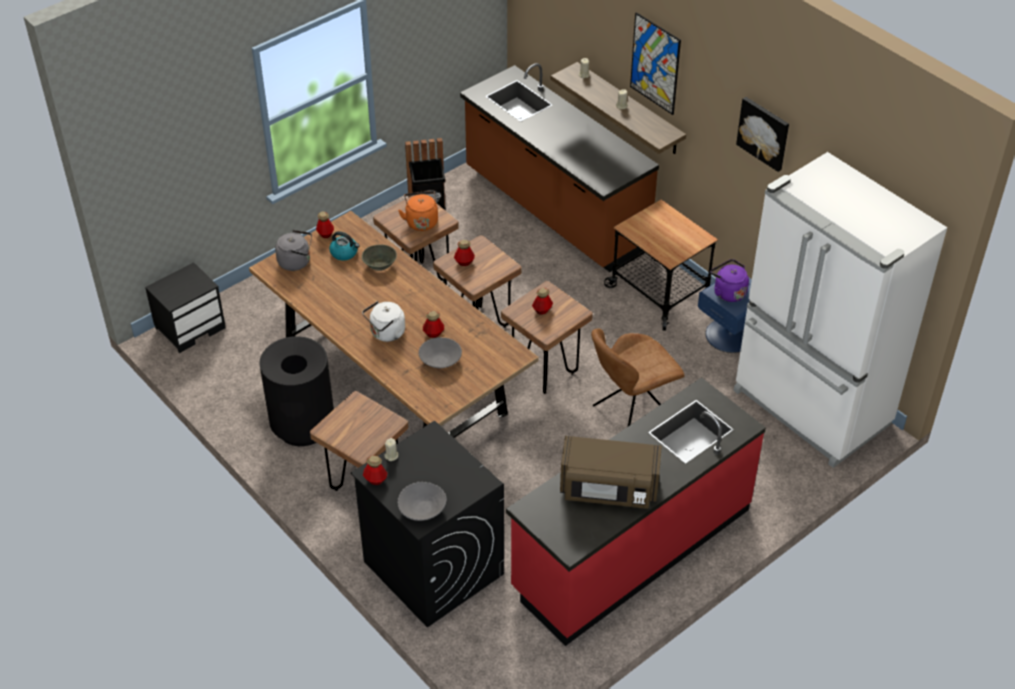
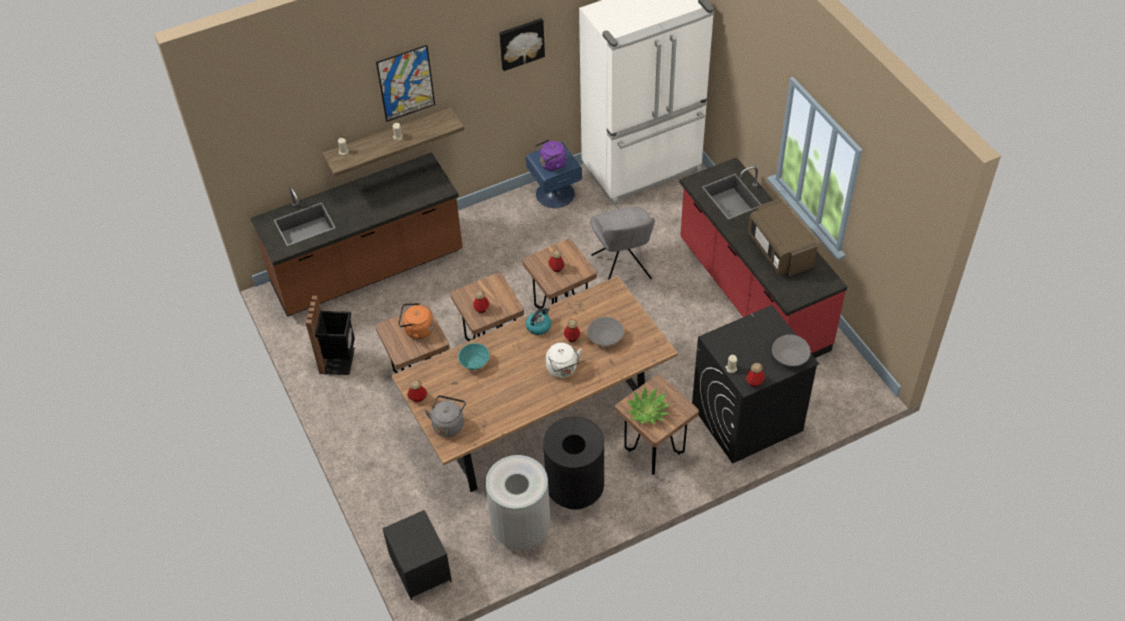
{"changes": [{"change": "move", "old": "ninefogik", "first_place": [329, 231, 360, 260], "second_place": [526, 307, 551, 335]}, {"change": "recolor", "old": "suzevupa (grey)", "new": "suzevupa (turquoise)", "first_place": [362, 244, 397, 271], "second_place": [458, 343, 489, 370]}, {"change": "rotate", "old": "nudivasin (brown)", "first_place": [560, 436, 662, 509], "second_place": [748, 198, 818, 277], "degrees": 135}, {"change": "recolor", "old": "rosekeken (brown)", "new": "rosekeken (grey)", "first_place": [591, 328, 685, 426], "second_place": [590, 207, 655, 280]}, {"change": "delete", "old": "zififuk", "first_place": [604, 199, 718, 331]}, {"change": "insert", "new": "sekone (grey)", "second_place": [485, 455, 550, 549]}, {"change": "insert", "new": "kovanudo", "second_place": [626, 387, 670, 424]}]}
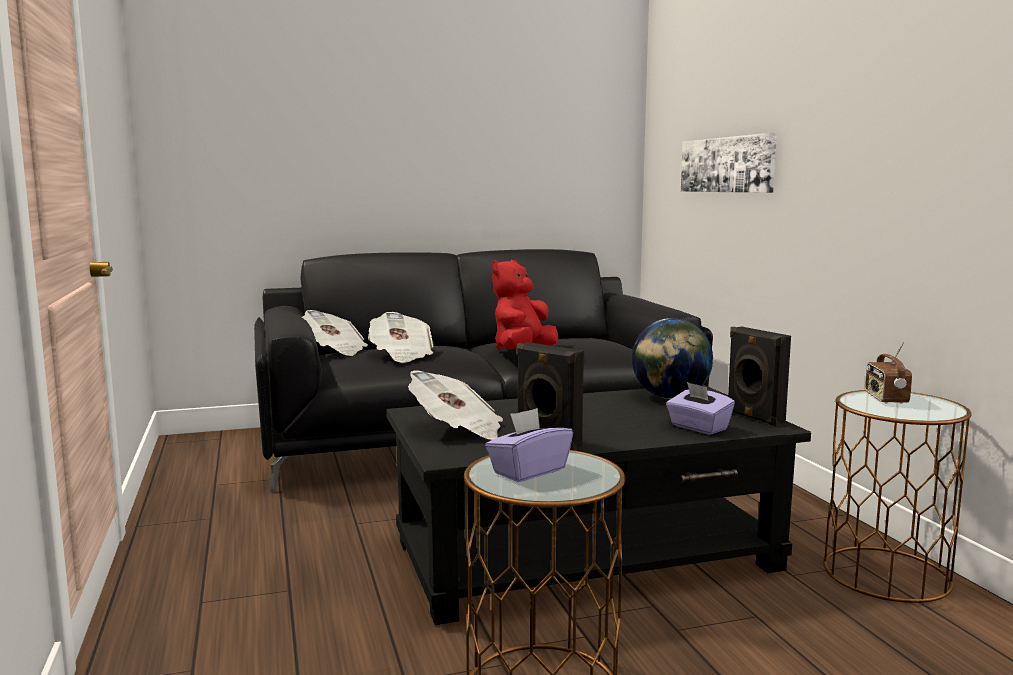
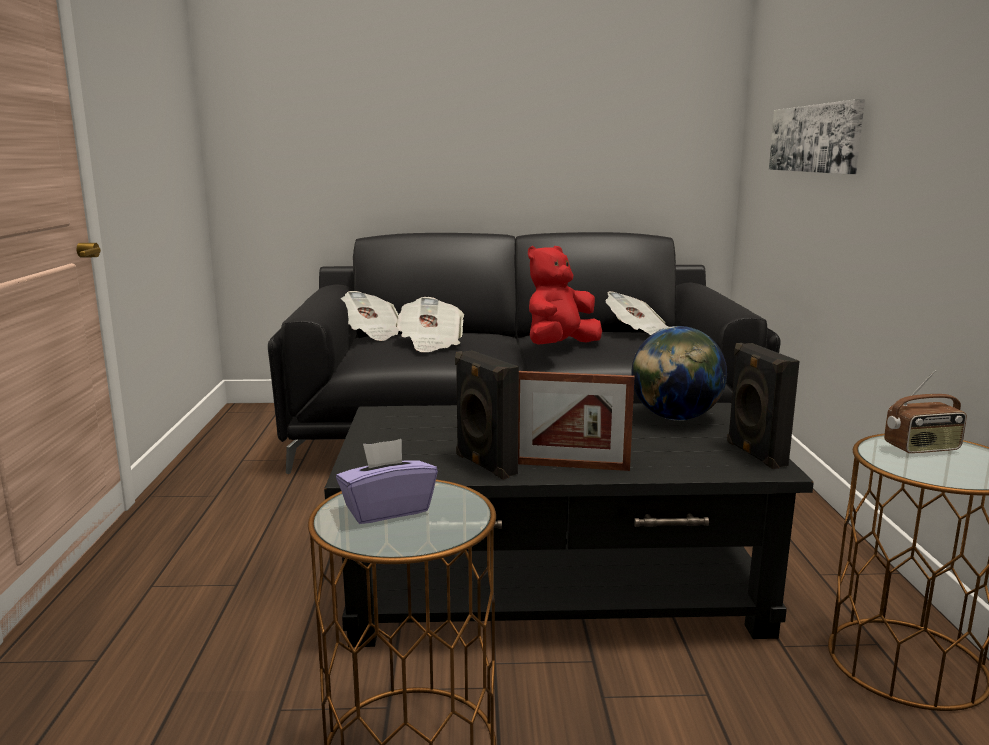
{"changes": [{"change": "move", "old": "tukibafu", "first_place": [408, 370, 503, 440], "second_place": [605, 291, 669, 335]}, {"change": "delete", "old": "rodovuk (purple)", "first_place": [666, 382, 735, 435]}, {"change": "rotate", "old": "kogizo", "first_place": [865, 341, 912, 404], "second_place": [884, 370, 967, 453], "degrees": -120}, {"change": "insert", "new": "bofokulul", "second_place": [518, 371, 634, 471]}]}
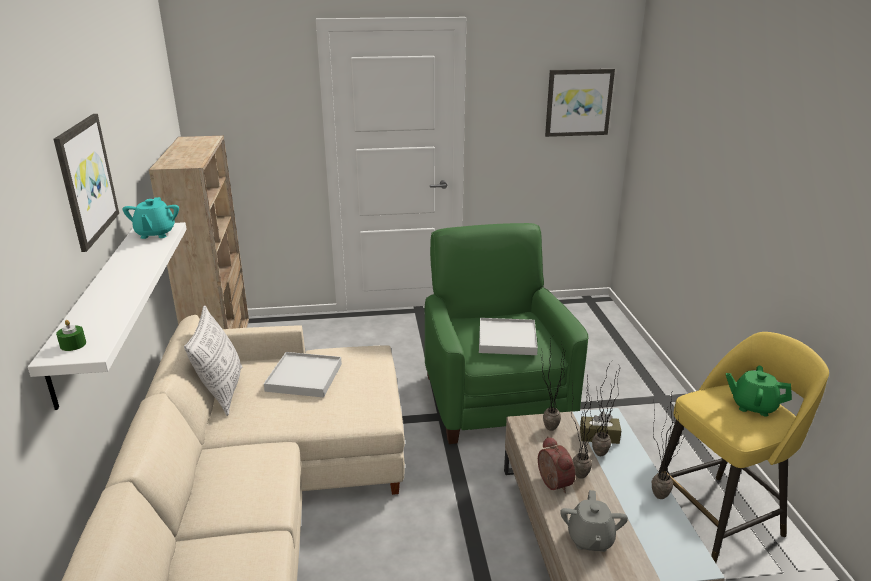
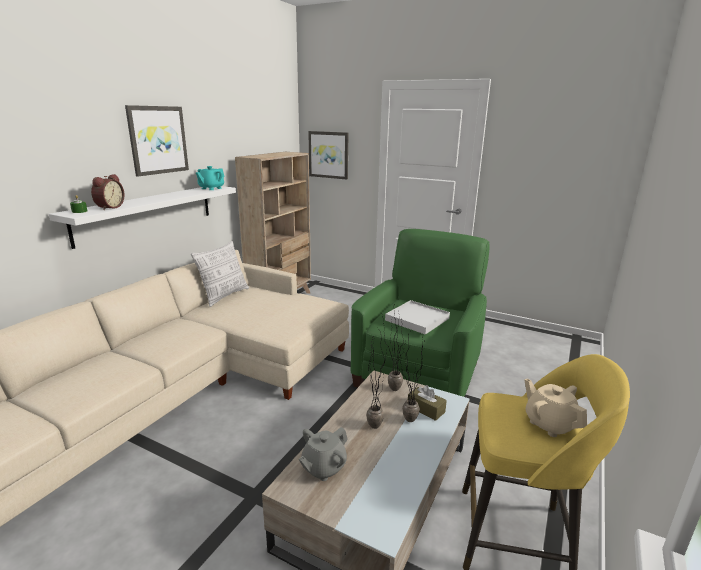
{"changes": [{"change": "delete", "old": "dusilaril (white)", "first_place": [264, 352, 342, 397]}, {"change": "move", "old": "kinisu", "first_place": [538, 436, 575, 493], "second_place": [91, 174, 124, 210]}, {"change": "move", "old": "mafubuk", "first_place": [545, 69, 615, 137], "second_place": [308, 131, 348, 180]}, {"change": "delete", "old": "kovanudo", "first_place": [652, 393, 683, 499]}, {"change": "recolor", "old": "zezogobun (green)", "new": "zezogobun (beige)", "first_place": [726, 366, 792, 417], "second_place": [524, 379, 587, 437]}]}
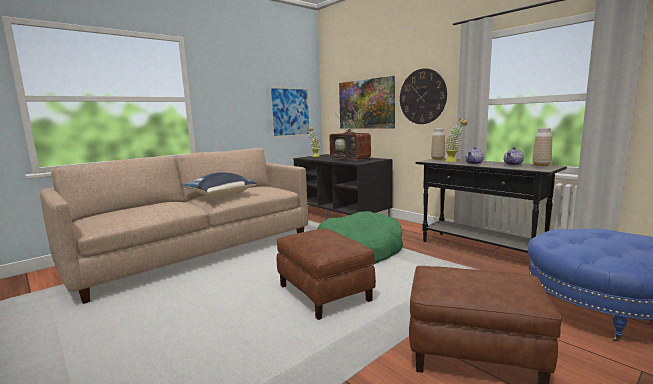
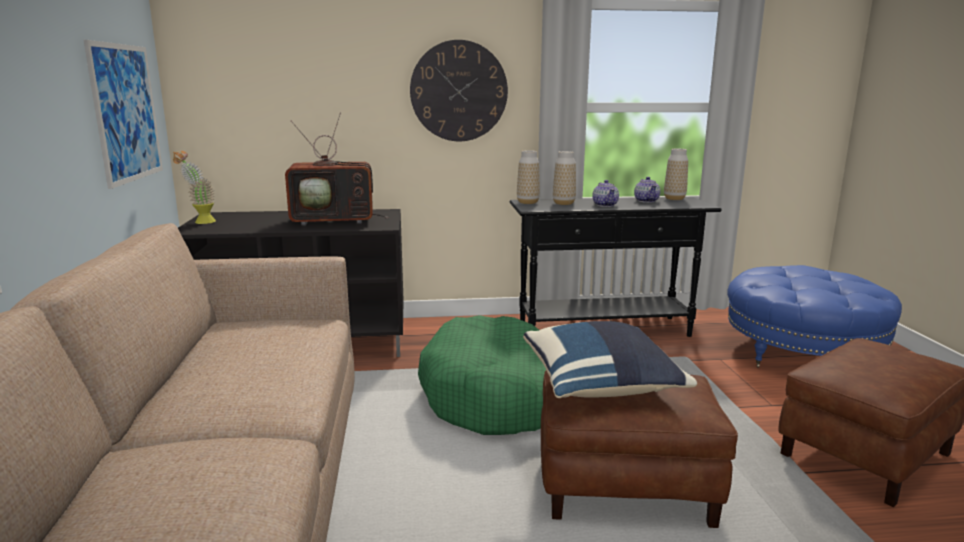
{"changes": [{"change": "move", "old": "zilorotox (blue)", "first_place": [183, 172, 257, 197], "second_place": [523, 321, 697, 398]}, {"change": "delete", "old": "mafubuk", "first_place": [339, 76, 395, 129]}, {"change": "replace", "old": "kovanudo", "new": "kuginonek", "first_place": [445, 118, 468, 162], "second_place": [553, 151, 576, 205]}]}
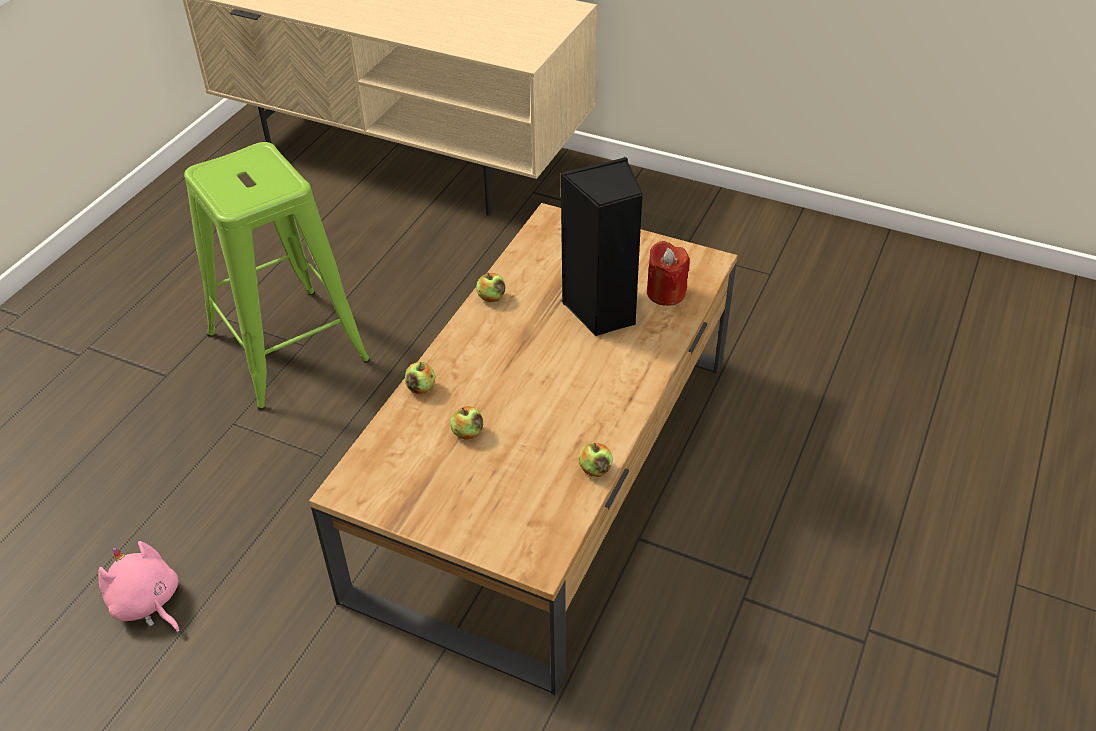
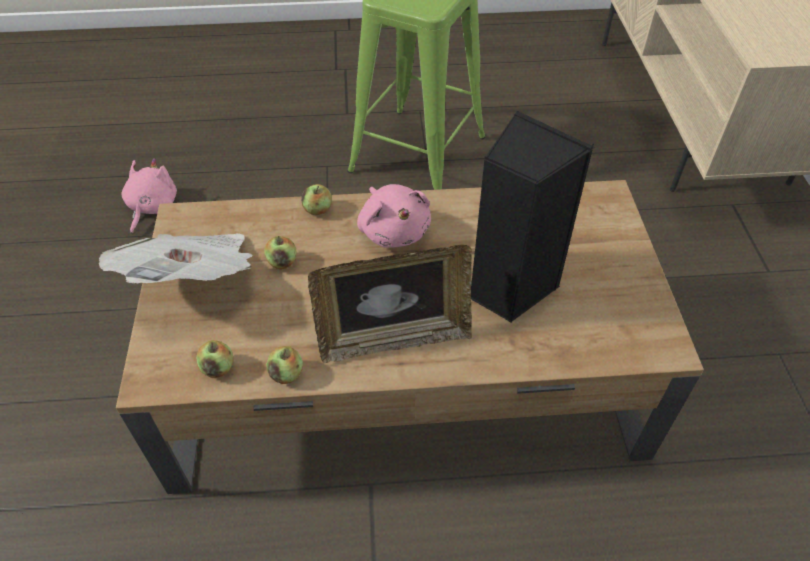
{"changes": [{"change": "move", "old": "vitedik", "first_place": [476, 273, 506, 302], "second_place": [196, 340, 233, 378]}, {"change": "delete", "old": "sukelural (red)", "first_place": [647, 241, 690, 306]}, {"change": "insert", "new": "tukibafu", "second_place": [99, 233, 253, 283]}, {"change": "insert", "new": "bofokulul", "second_place": [308, 245, 472, 363]}, {"change": "insert", "new": "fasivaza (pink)", "second_place": [357, 184, 431, 248]}]}
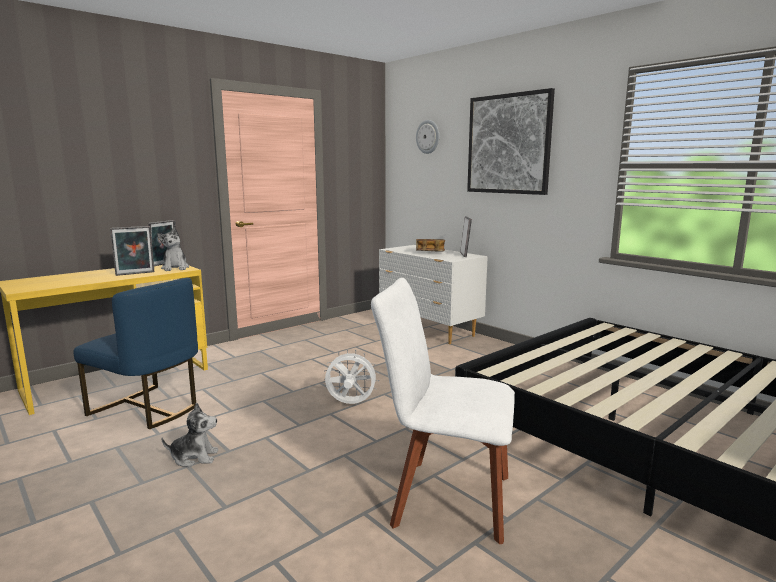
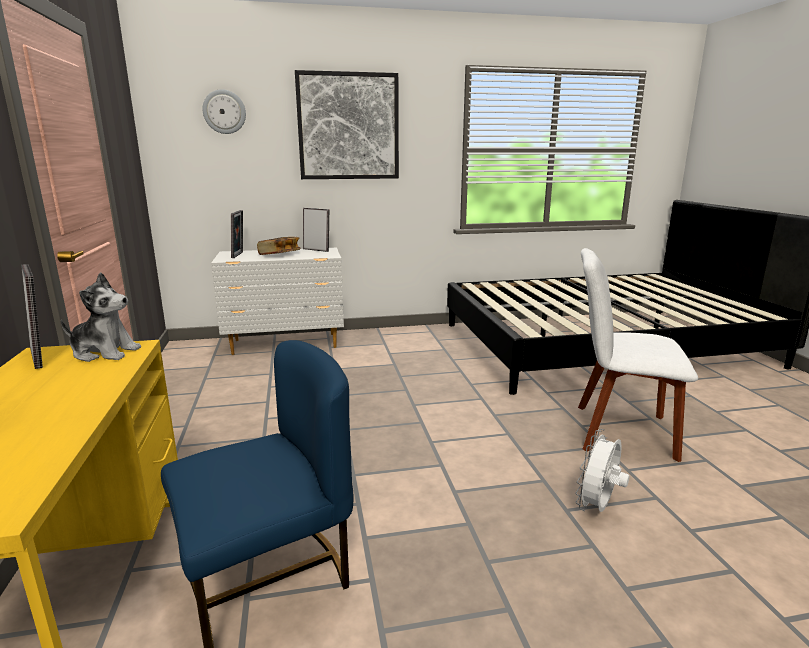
{"changes": [{"change": "move", "old": "bofokulul", "first_place": [110, 226, 154, 276], "second_place": [231, 210, 243, 258]}, {"change": "delete", "old": "fasivaza", "first_place": [161, 403, 218, 467]}, {"change": "move", "old": "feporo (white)", "first_place": [324, 350, 379, 404], "second_place": [575, 429, 629, 512]}, {"change": "rotate", "old": "rosekeken (white)", "first_place": [371, 278, 515, 544], "second_place": [578, 248, 698, 462], "degrees": 60}]}
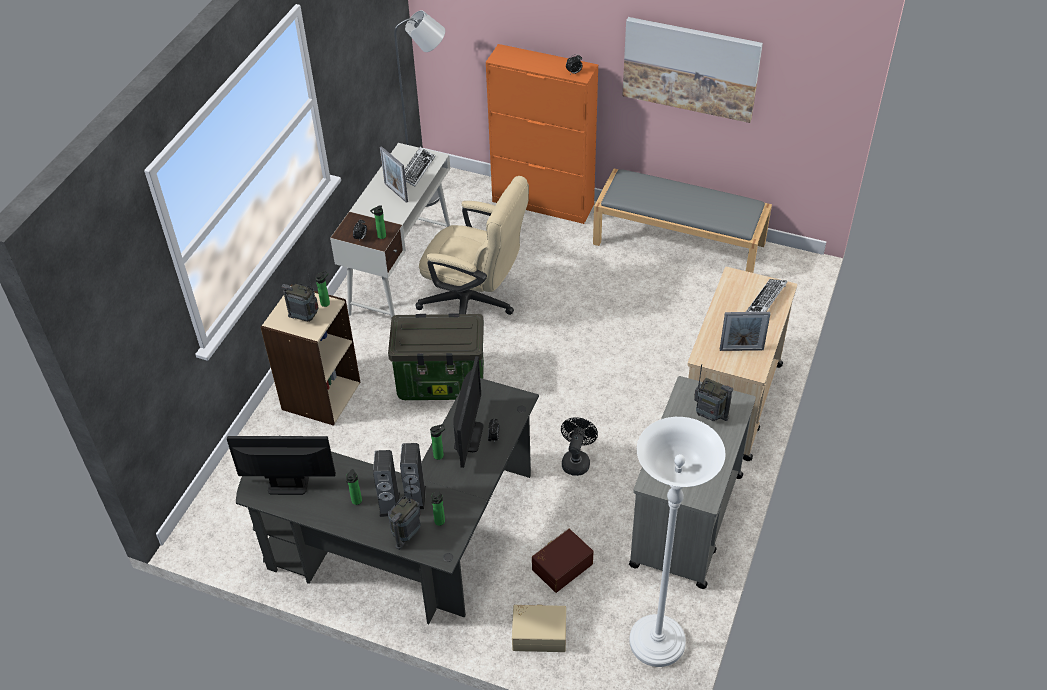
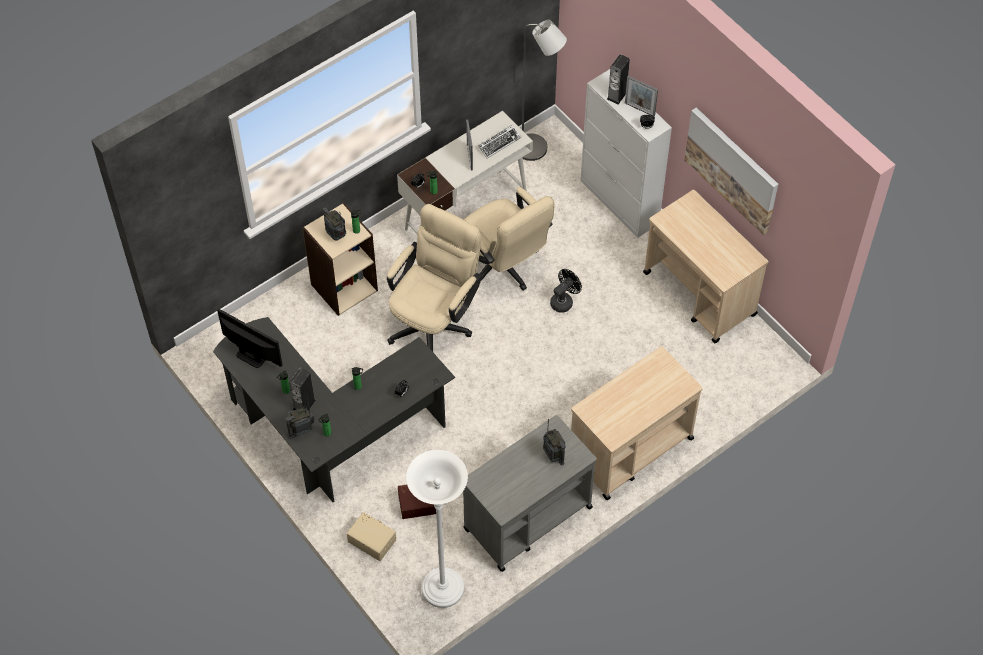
{"changes": [{"change": "replace", "old": "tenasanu", "new": "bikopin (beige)", "first_place": [388, 313, 484, 400], "second_place": [387, 204, 482, 352]}, {"change": "move", "old": "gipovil", "first_place": [400, 443, 426, 509], "second_place": [607, 54, 630, 105]}, {"change": "delete", "old": "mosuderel", "first_place": [453, 356, 484, 468]}, {"change": "recolor", "old": "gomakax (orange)", "new": "gomakax (white)", "first_place": [486, 44, 598, 224], "second_place": [580, 69, 672, 238]}, {"change": "move", "old": "feporo (black)", "first_place": [561, 417, 598, 476], "second_place": [550, 269, 582, 313]}, {"change": "replace", "old": "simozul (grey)", "new": "zififuk (beige)", "first_place": [593, 168, 772, 273], "second_place": [643, 190, 768, 343]}, {"change": "move", "old": "bofokulul", "first_place": [720, 312, 771, 351], "second_place": [625, 76, 658, 117]}, {"change": "delete", "old": "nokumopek", "first_place": [746, 279, 787, 312]}]}
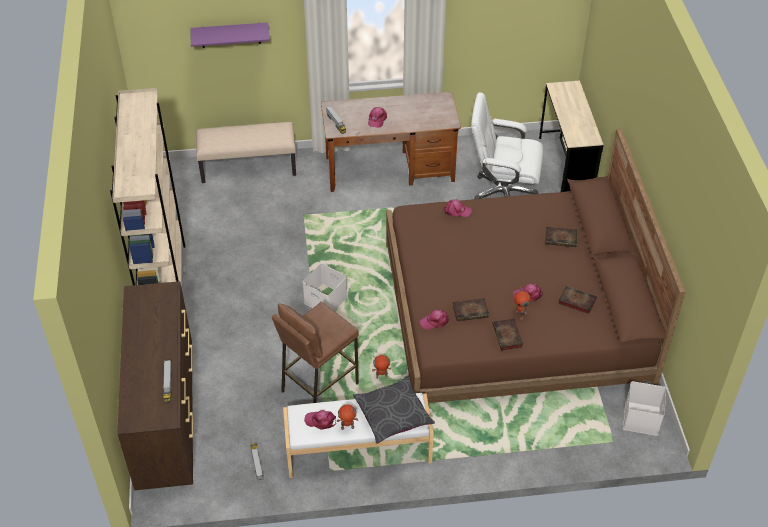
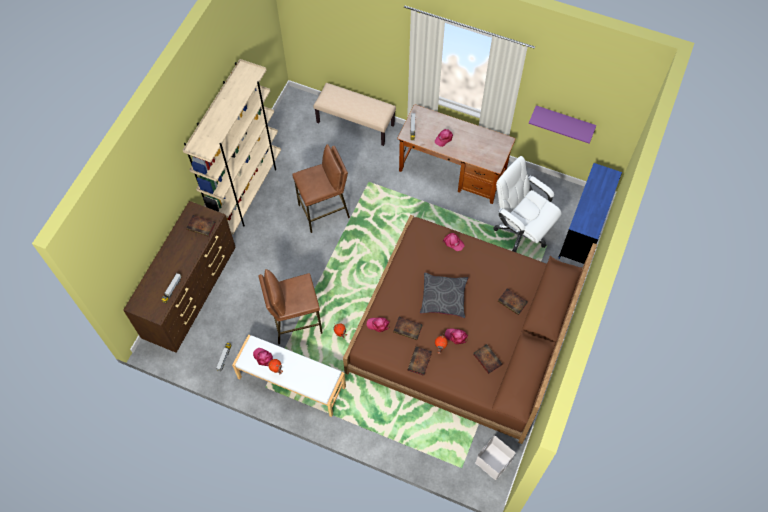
{"changes": [{"change": "move", "old": "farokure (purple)", "first_place": [191, 22, 270, 48], "second_place": [529, 106, 597, 144]}, {"change": "delete", "old": "tenasanu (white)", "first_place": [303, 263, 347, 311]}, {"change": "move", "old": "zilorotox (grey)", "first_place": [353, 376, 435, 443], "second_place": [420, 272, 468, 318]}, {"change": "recolor", "old": "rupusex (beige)", "new": "rupusex (blue)", "first_place": [539, 81, 604, 192], "second_place": [558, 163, 622, 264]}, {"change": "insert", "new": "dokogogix", "second_place": [186, 215, 216, 237]}, {"change": "insert", "new": "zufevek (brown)", "second_place": [292, 144, 350, 233]}]}
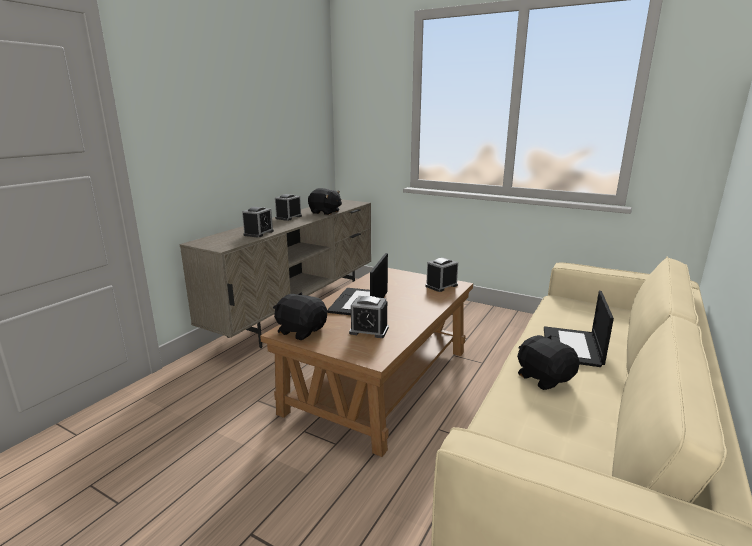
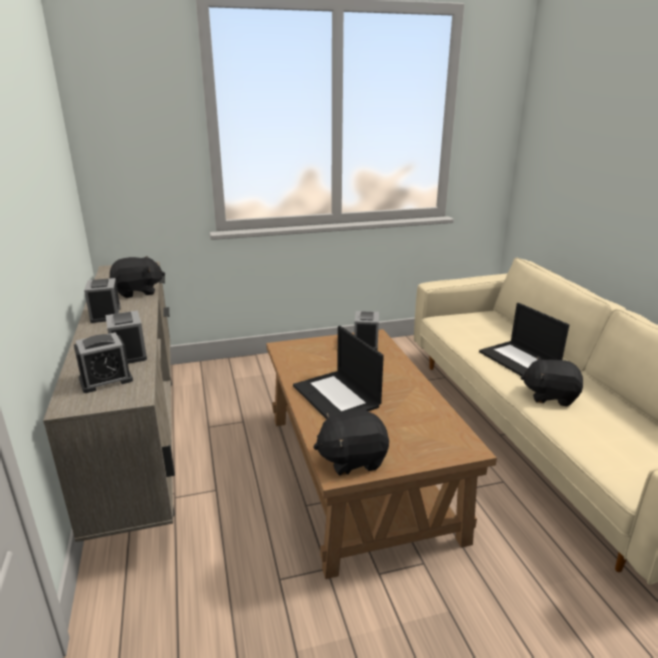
{"changes": [{"change": "move", "old": "kinisu", "first_place": [349, 296, 389, 338], "second_place": [74, 332, 133, 393]}]}
